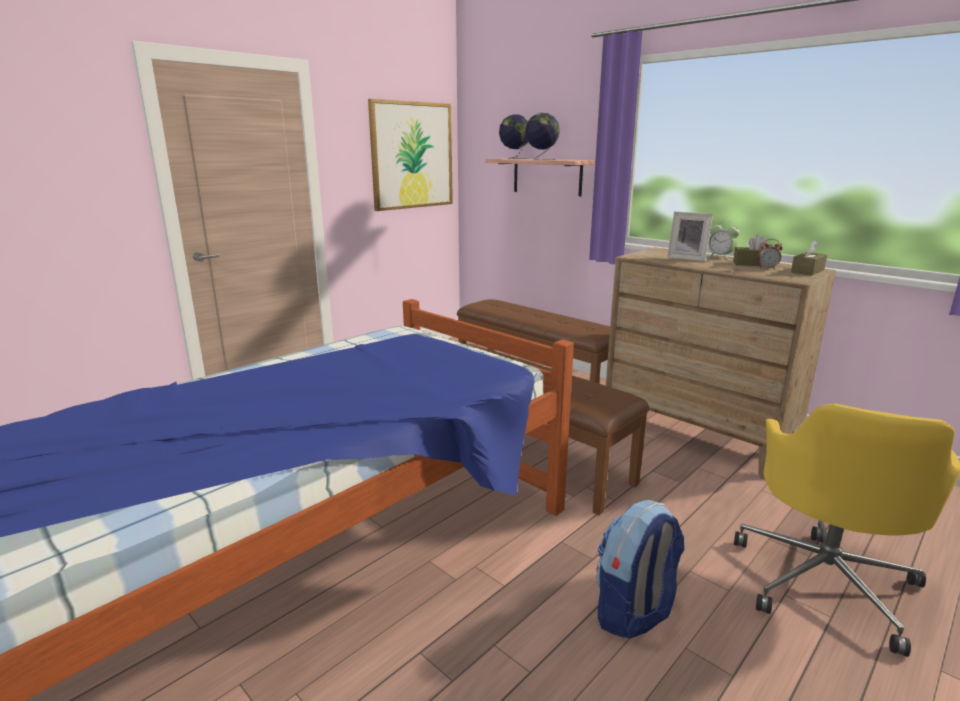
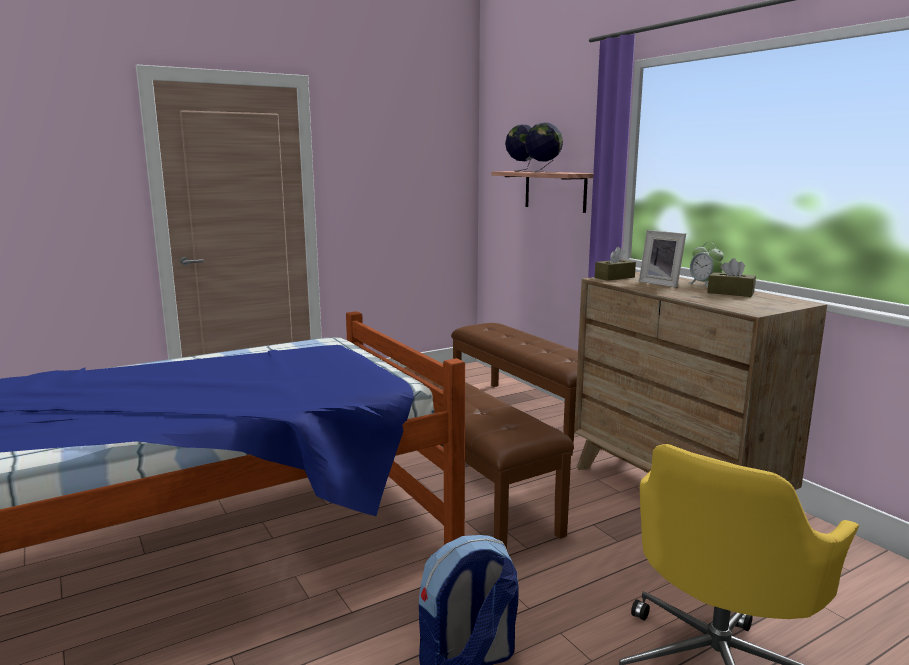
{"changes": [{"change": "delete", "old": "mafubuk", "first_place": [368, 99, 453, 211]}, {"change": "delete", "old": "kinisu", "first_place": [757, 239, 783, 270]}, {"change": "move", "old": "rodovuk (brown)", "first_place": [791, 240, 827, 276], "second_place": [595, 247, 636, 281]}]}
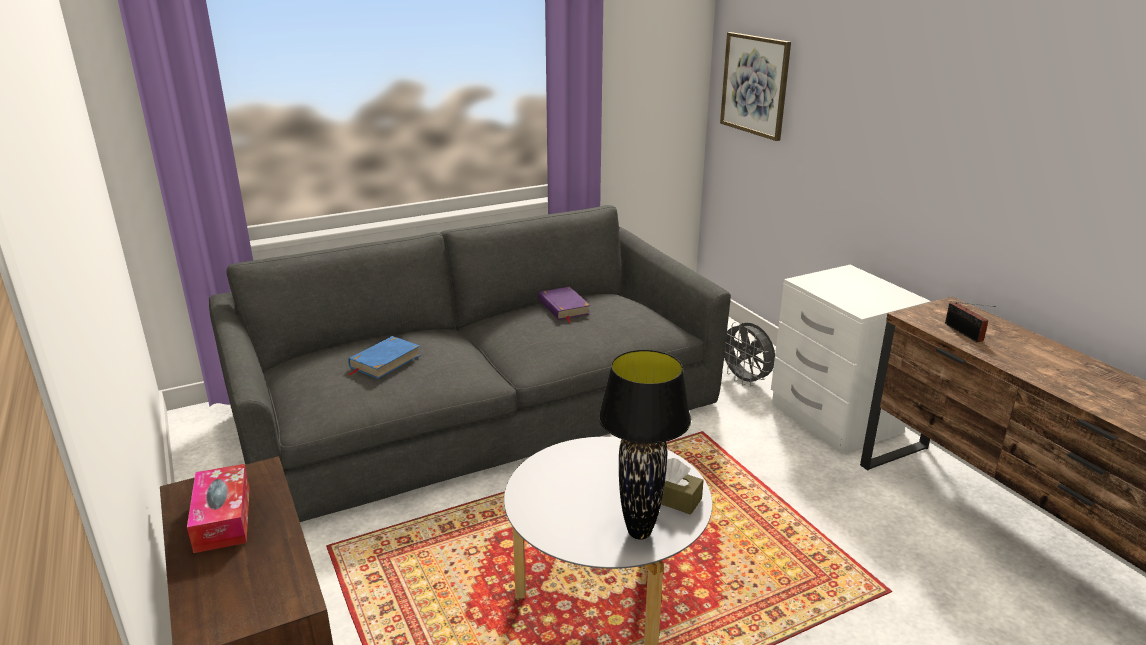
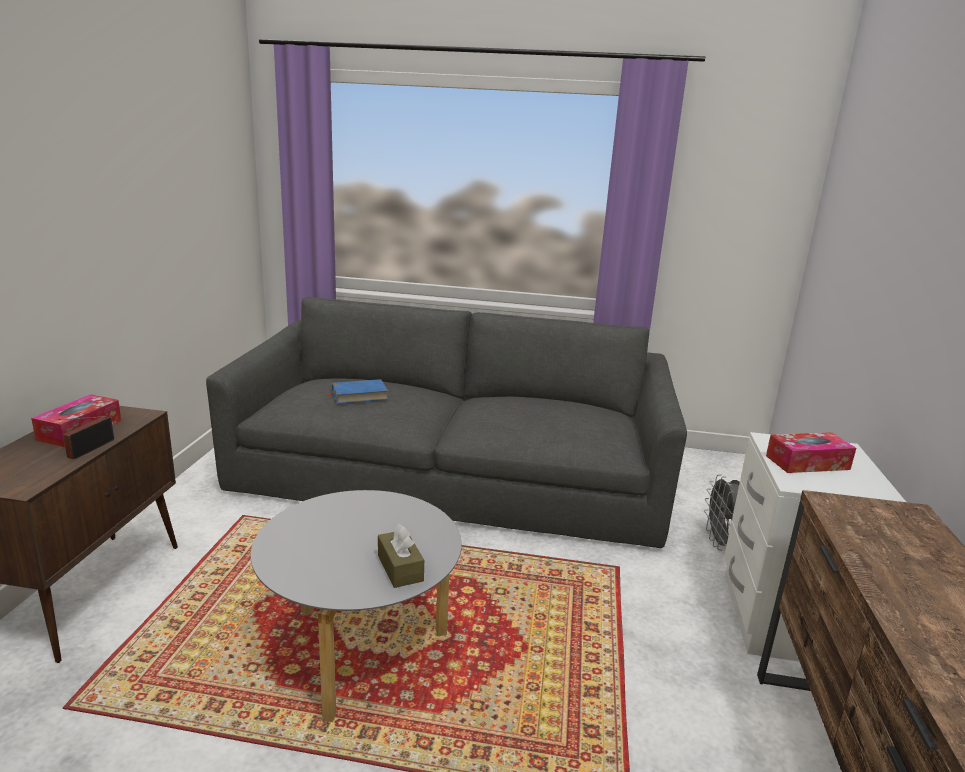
{"changes": [{"change": "delete", "old": "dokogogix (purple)", "first_place": [538, 287, 591, 322]}, {"change": "delete", "old": "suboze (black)", "first_place": [599, 350, 691, 540]}, {"change": "delete", "old": "mafubuk", "first_place": [720, 32, 791, 141]}, {"change": "move", "old": "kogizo", "first_place": [945, 302, 995, 342], "second_place": [59, 416, 114, 459]}, {"change": "insert", "new": "rodovuk", "second_place": [766, 432, 856, 473]}]}
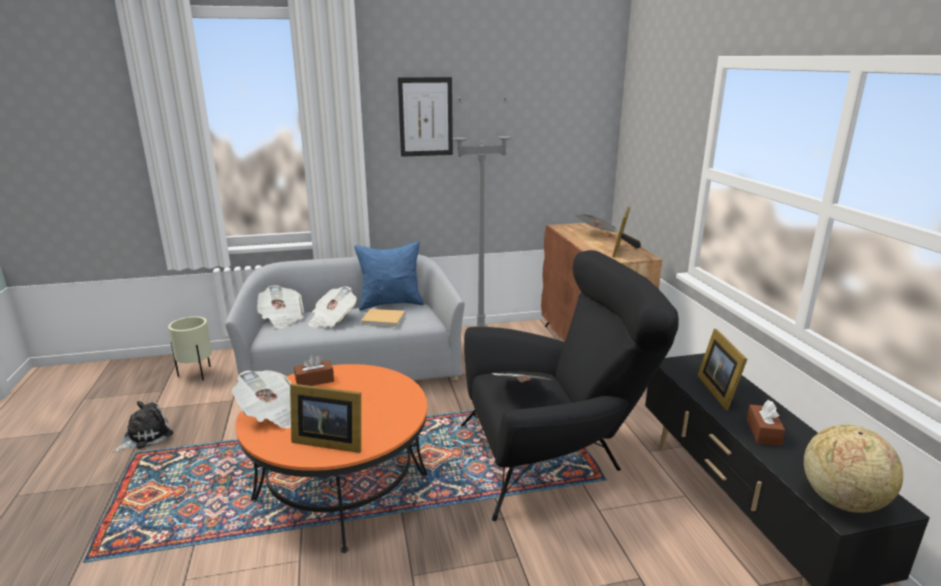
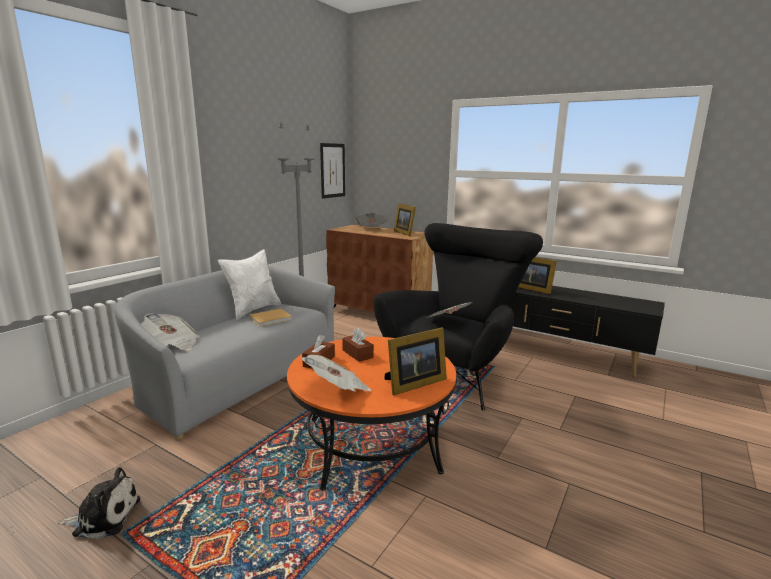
{"changes": [{"change": "rotate", "old": "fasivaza", "first_place": [113, 401, 173, 453], "second_place": [58, 467, 140, 539], "degrees": 90}, {"change": "delete", "old": "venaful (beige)", "first_place": [168, 316, 212, 380]}, {"change": "delete", "old": "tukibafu", "first_place": [308, 286, 357, 327]}, {"change": "recolor", "old": "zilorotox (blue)", "new": "zilorotox (white)", "first_place": [355, 241, 424, 311], "second_place": [218, 249, 281, 320]}, {"change": "move", "old": "mafubuk", "first_place": [398, 77, 453, 157], "second_place": [320, 143, 345, 199]}, {"change": "move", "old": "rodovuk (brown)", "first_place": [747, 400, 785, 446], "second_place": [342, 328, 374, 362]}, {"change": "delete", "old": "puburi", "first_place": [804, 425, 903, 513]}]}
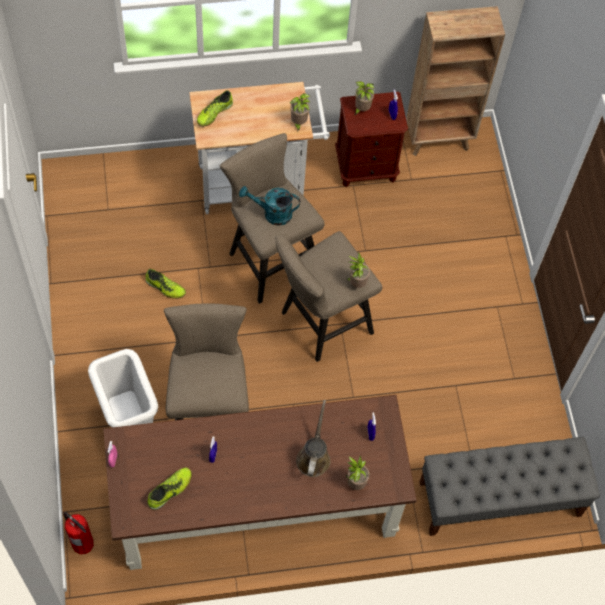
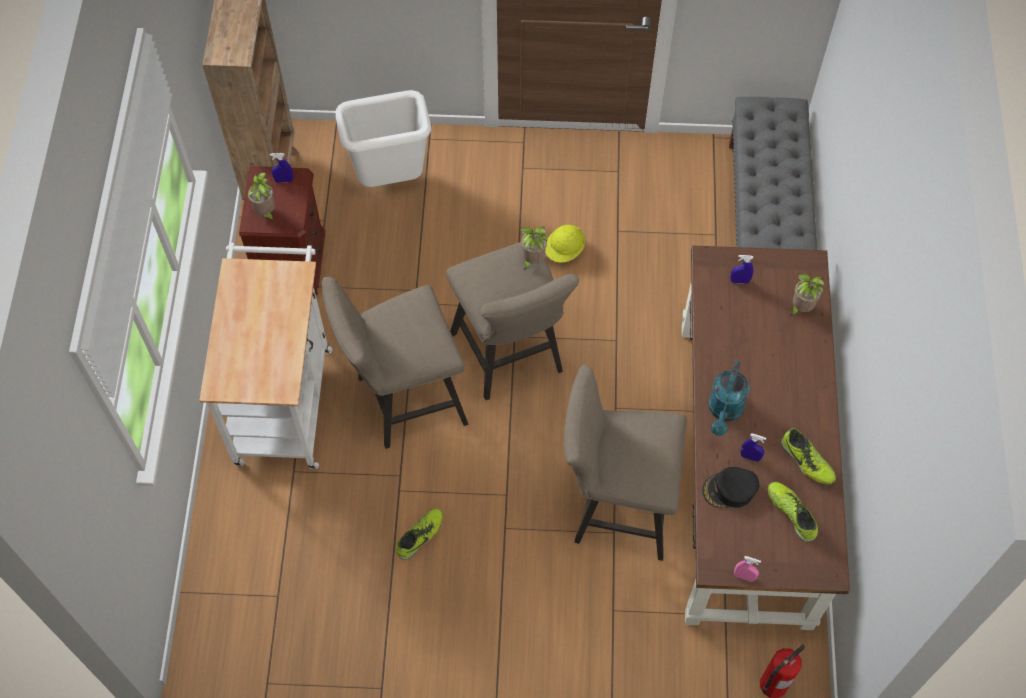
{"changes": [{"change": "move", "old": "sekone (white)", "first_place": [88, 349, 158, 428], "second_place": [335, 90, 431, 187]}, {"change": "move", "old": "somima", "first_place": [197, 90, 233, 127], "second_place": [781, 428, 836, 485]}, {"change": "move", "old": "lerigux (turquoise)", "first_place": [239, 186, 300, 226], "second_place": [708, 361, 750, 436]}, {"change": "delete", "old": "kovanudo", "first_place": [290, 93, 310, 132]}, {"change": "delete", "old": "lerigux (brown)", "first_place": [296, 400, 331, 477]}, {"change": "insert", "new": "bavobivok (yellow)", "second_place": [545, 225, 585, 262]}, {"change": "insert", "new": "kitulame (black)", "second_place": [702, 467, 759, 508]}]}
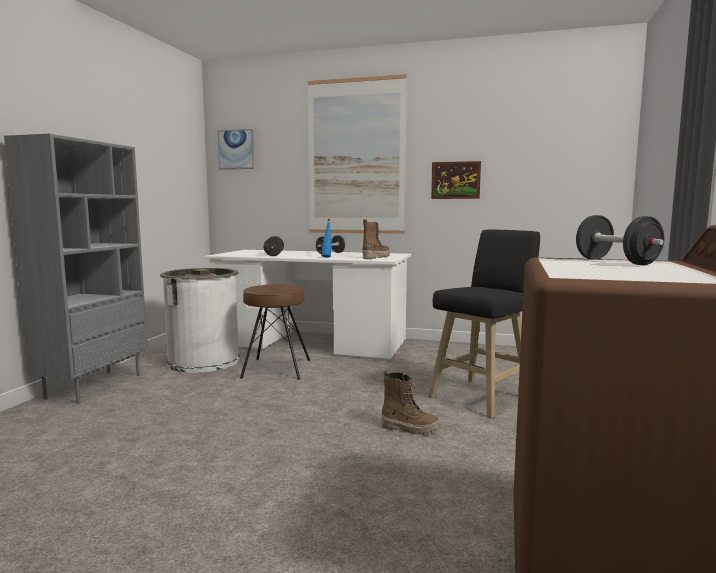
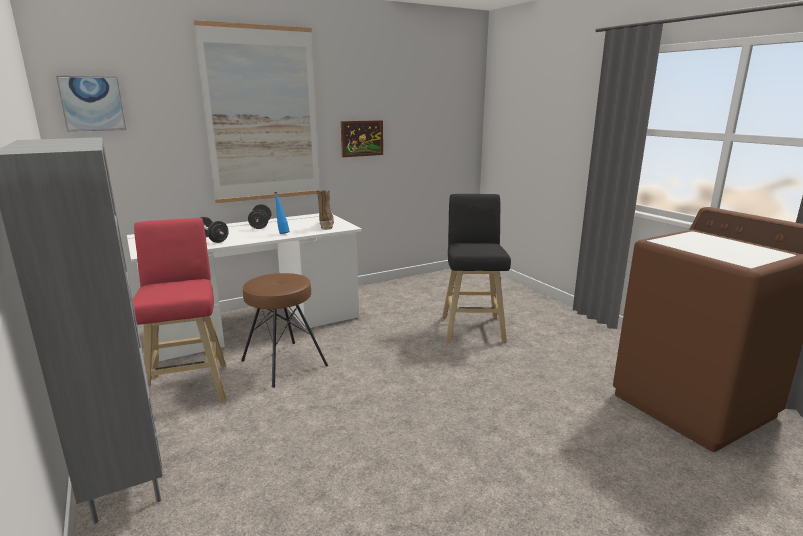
{"changes": [{"change": "replace", "old": "sekone (white)", "new": "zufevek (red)", "first_place": [160, 268, 240, 373], "second_place": [133, 218, 226, 402]}, {"change": "delete", "old": "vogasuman", "first_place": [381, 371, 439, 435]}, {"change": "delete", "old": "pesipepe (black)", "first_place": [576, 215, 664, 265]}]}
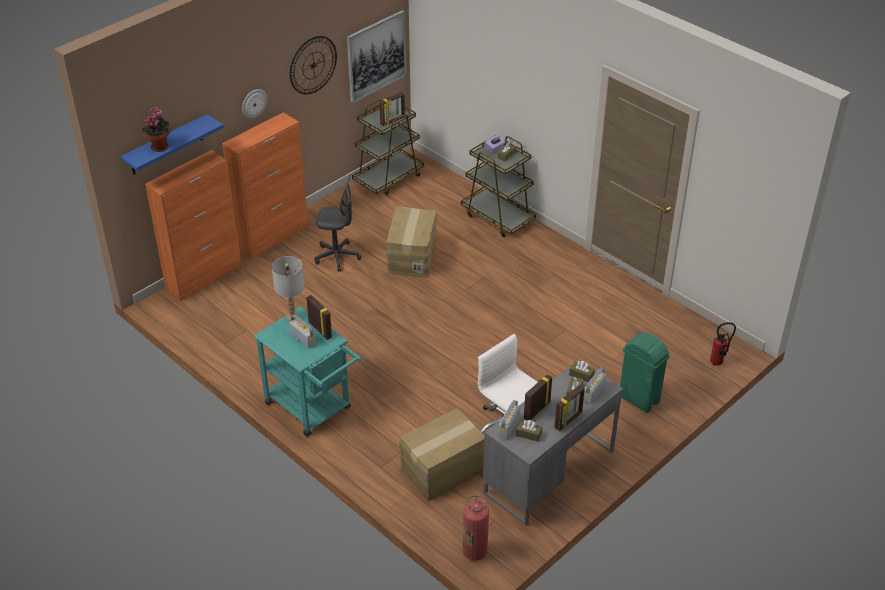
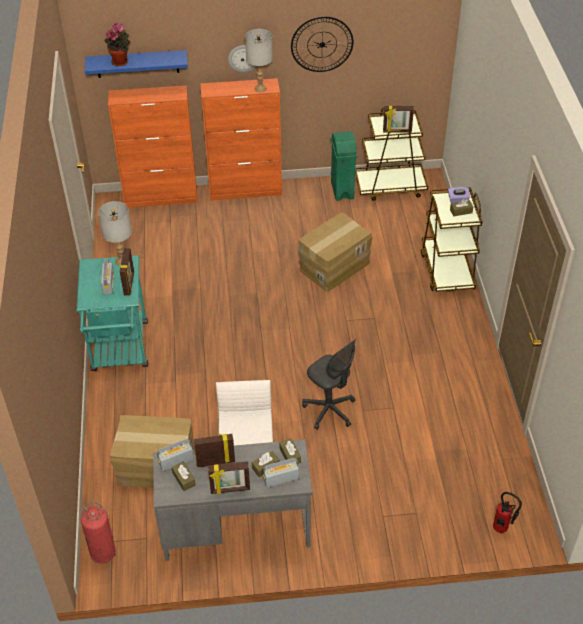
{"changes": [{"change": "move", "old": "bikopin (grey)", "first_place": [314, 174, 362, 272], "second_place": [302, 339, 356, 430]}, {"change": "delete", "old": "mafubuk", "first_place": [347, 10, 406, 103]}, {"change": "move", "old": "sekone (green)", "first_place": [620, 332, 670, 413], "second_place": [331, 131, 357, 201]}, {"change": "insert", "new": "suboze (grey)", "second_place": [245, 29, 273, 92]}]}
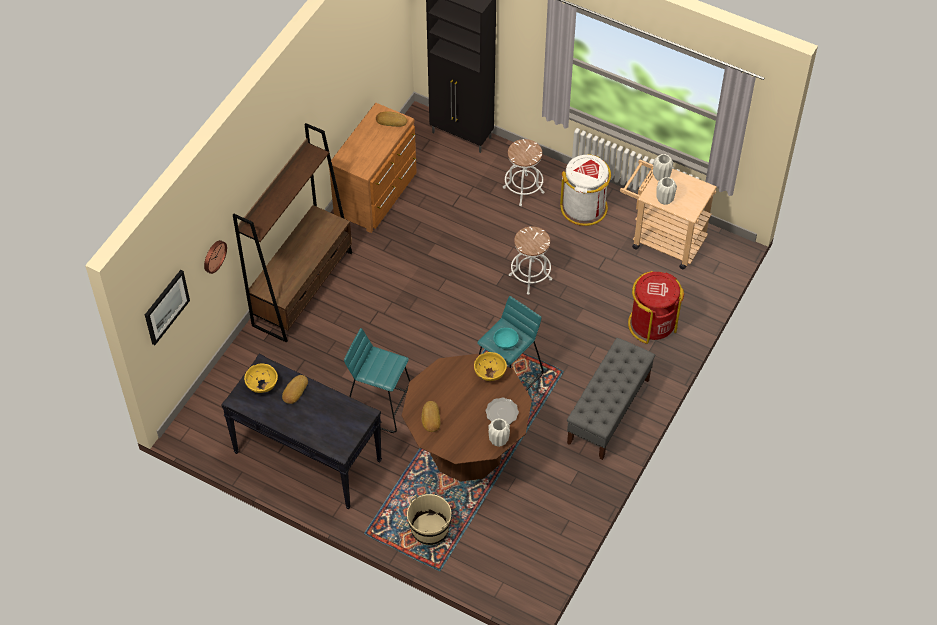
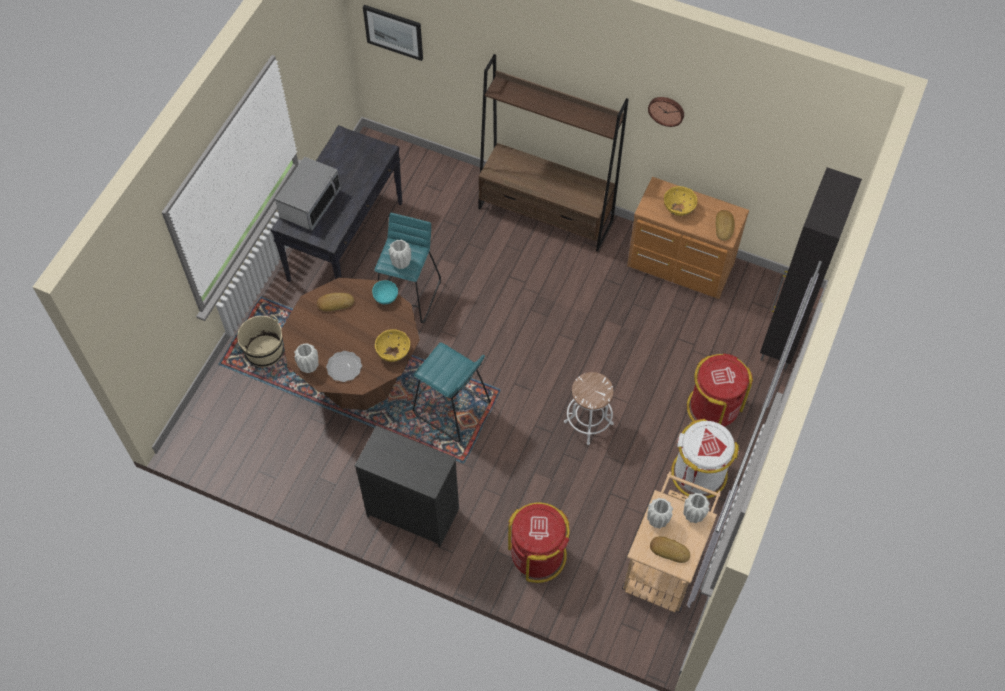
{"changes": [{"change": "move", "old": "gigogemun", "first_place": [204, 240, 227, 274], "second_place": [648, 97, 684, 127]}, {"change": "move", "old": "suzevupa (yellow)", "first_place": [244, 363, 278, 393], "second_place": [664, 186, 697, 216]}, {"change": "move", "old": "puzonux", "first_place": [282, 375, 308, 404], "second_place": [650, 537, 690, 563]}, {"change": "move", "old": "suzevupa (turquoise)", "first_place": [494, 328, 519, 349], "second_place": [372, 280, 398, 304]}, {"change": "replace", "old": "zufevek (white)", "new": "sekone (red)", "first_place": [503, 139, 544, 206], "second_place": [687, 353, 753, 427]}, {"change": "replace", "old": "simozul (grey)", "new": "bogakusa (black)", "first_place": [567, 338, 655, 460], "second_place": [355, 426, 459, 547]}, {"change": "insert", "new": "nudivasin", "second_place": [275, 157, 341, 231]}, {"change": "insert", "new": "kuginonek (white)", "second_place": [389, 240, 411, 269]}]}
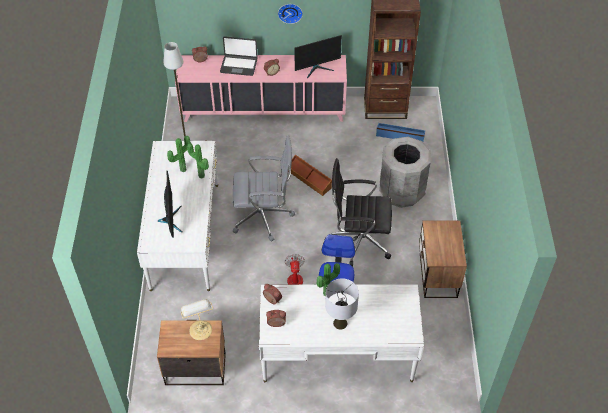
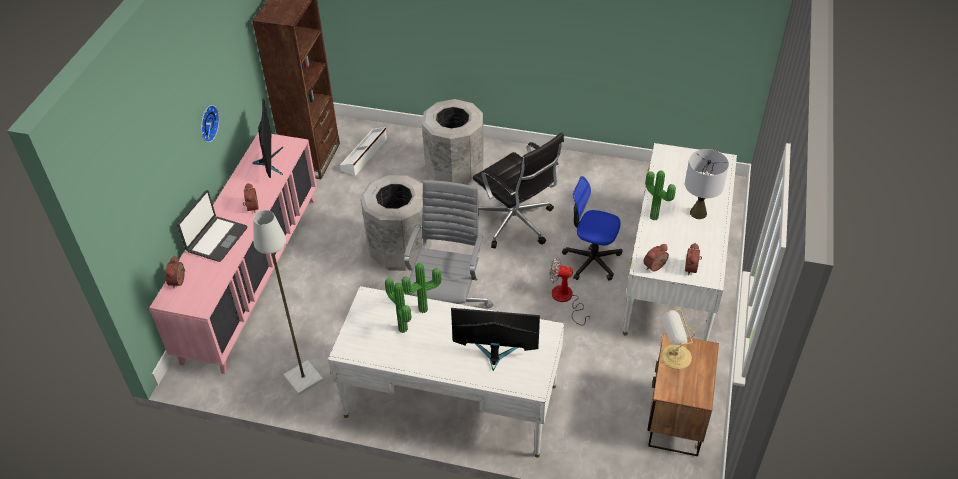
{"changes": [{"change": "replace", "old": "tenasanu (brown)", "new": "sekone (grey)", "first_place": [291, 155, 332, 196], "second_place": [360, 175, 432, 271]}, {"change": "rotate", "old": "bikopin (black)", "first_place": [332, 158, 392, 267], "second_place": [473, 132, 564, 248], "degrees": -60}, {"change": "recolor", "old": "tenasanu (blue)", "new": "tenasanu (white)", "first_place": [376, 123, 425, 141], "second_place": [340, 127, 387, 176]}, {"change": "delete", "old": "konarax", "first_place": [419, 220, 467, 298]}]}
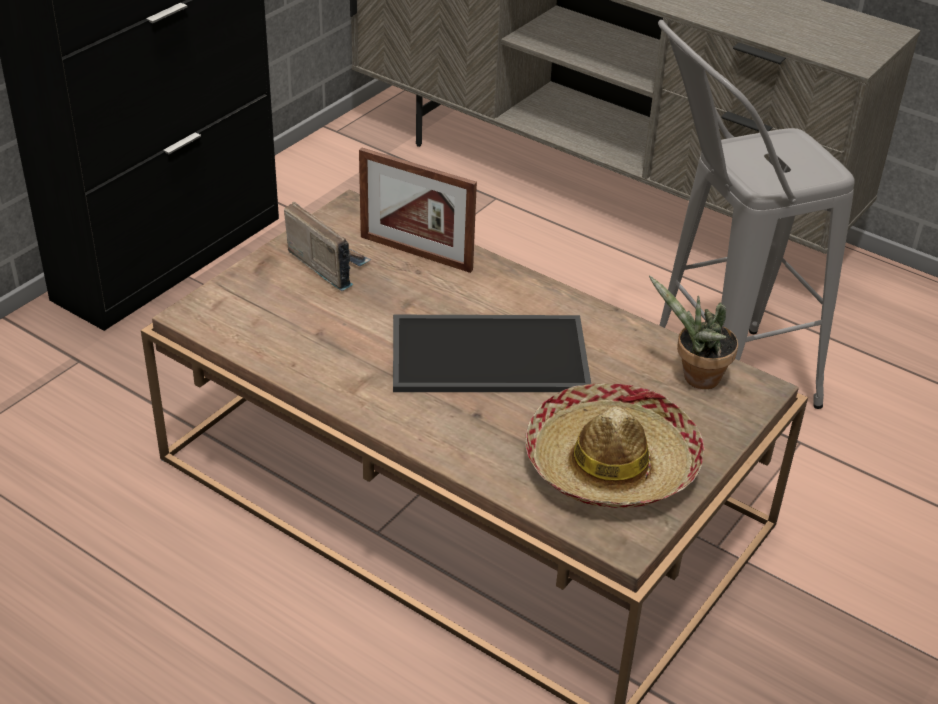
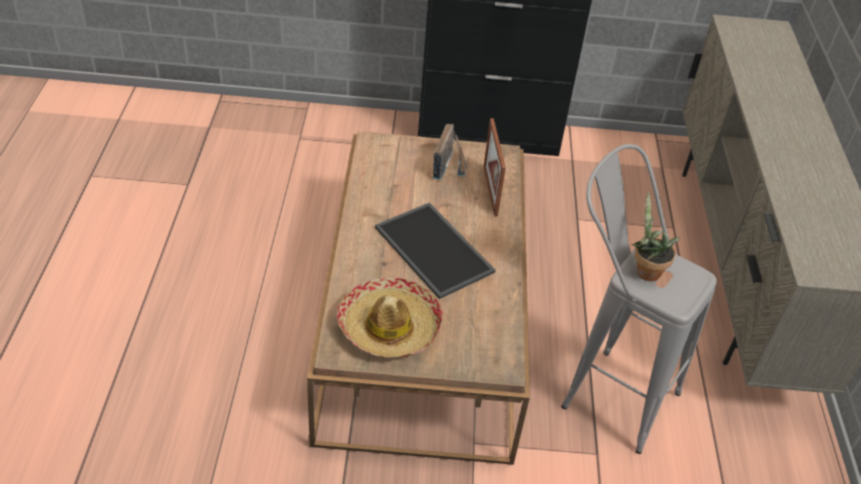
{"changes": [{"change": "move", "old": "kovanudo", "first_place": [649, 275, 738, 389], "second_place": [631, 192, 680, 281]}]}
